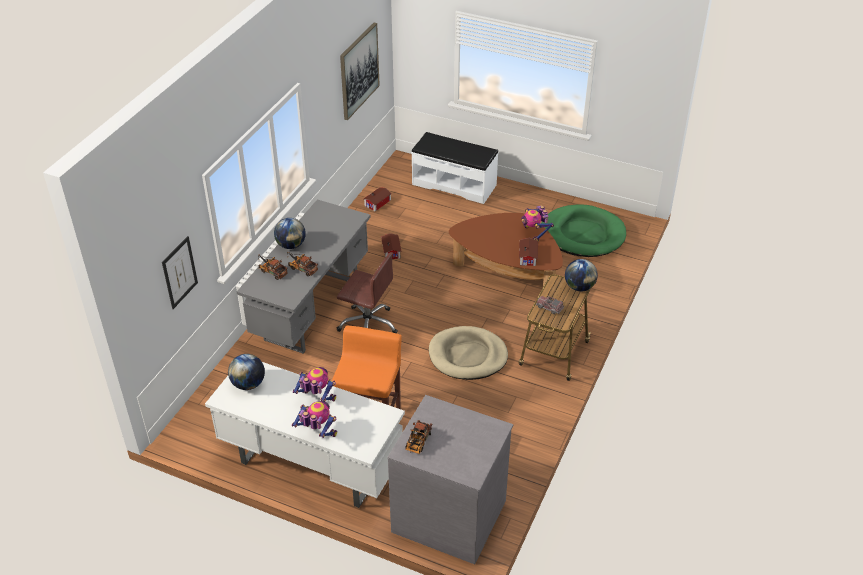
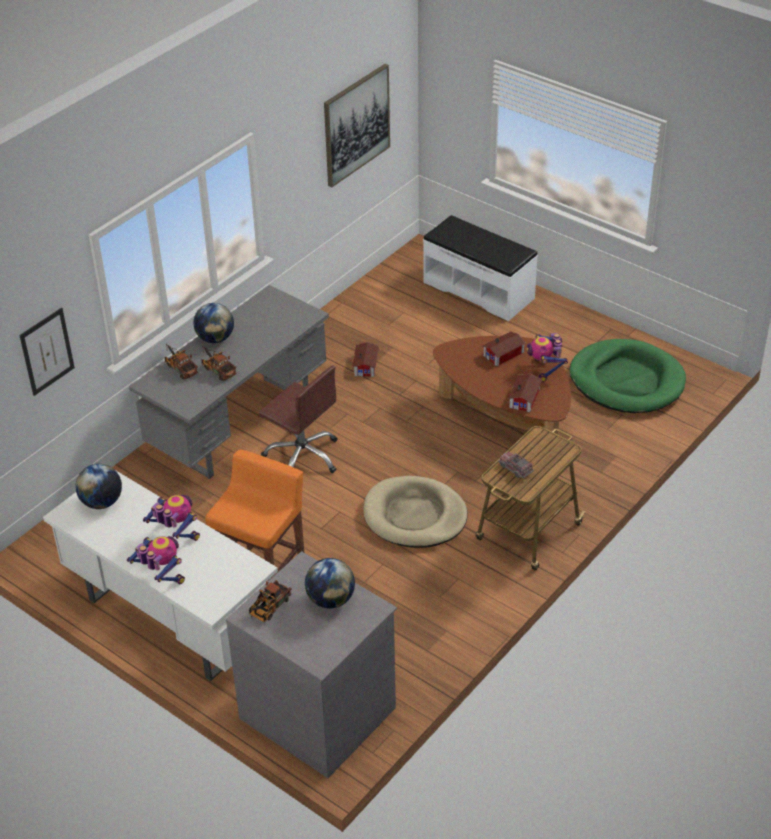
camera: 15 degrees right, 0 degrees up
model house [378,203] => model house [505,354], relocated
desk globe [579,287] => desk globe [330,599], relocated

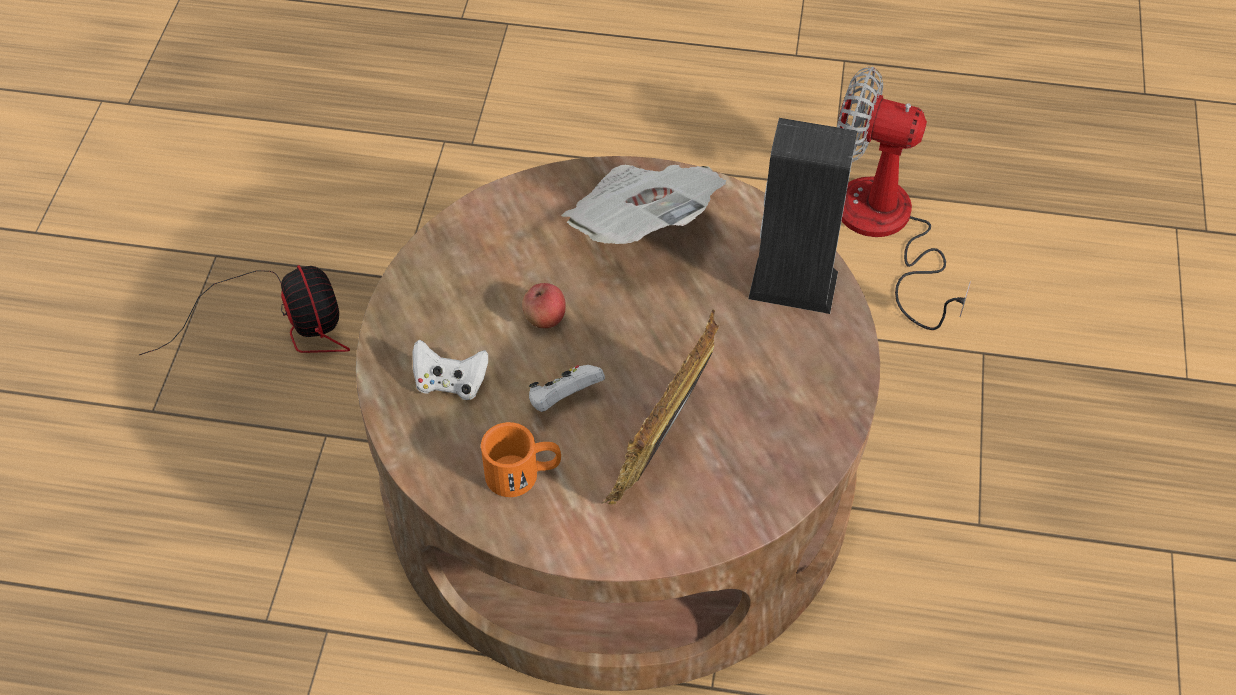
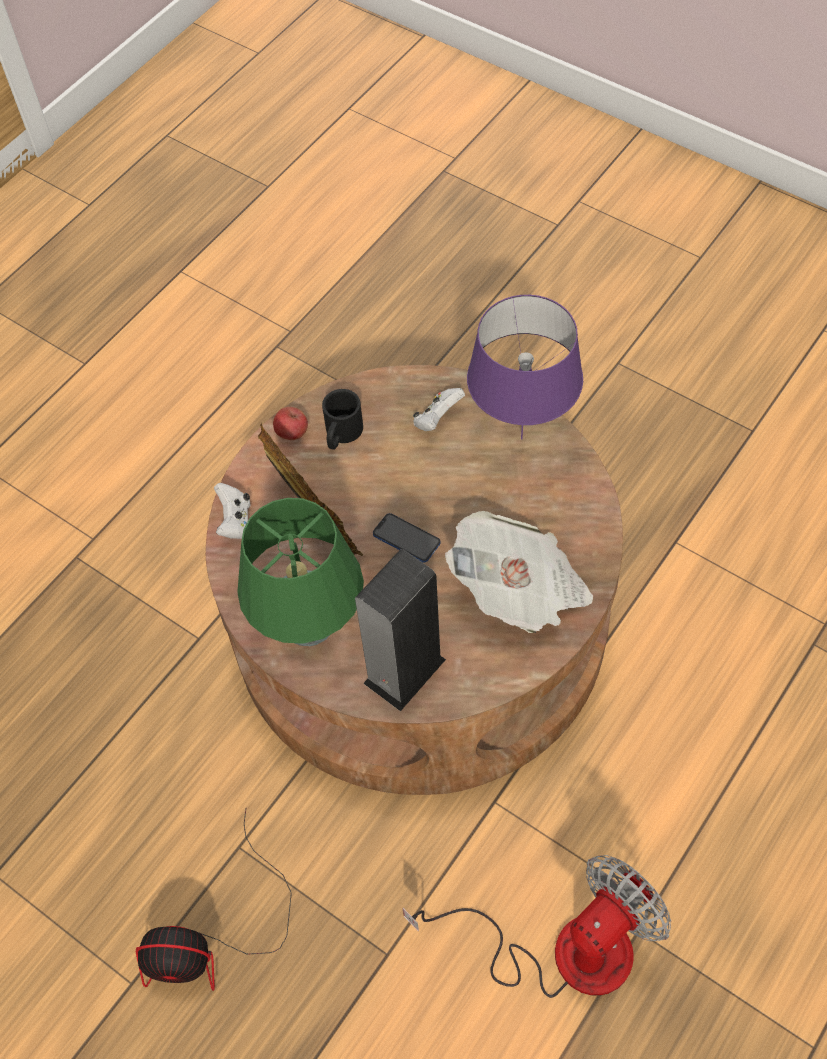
camera: 120 degrees right, 5 degrees up
cooling fan [283,323] => cooling fan [212,939], relocated
whole apple [545,318] => whole apple [292,433], relocated
white-coloured game controller [563,399] => white-coloured game controller [236,522], relocated
orange-coloured coffee mug [523,473] => black-coloured coffee mug [341,435]
nothing => purple-coloured table lamp [522,438]
nothing => greenish table lamp [311,630]
nothing => phone [406,539]

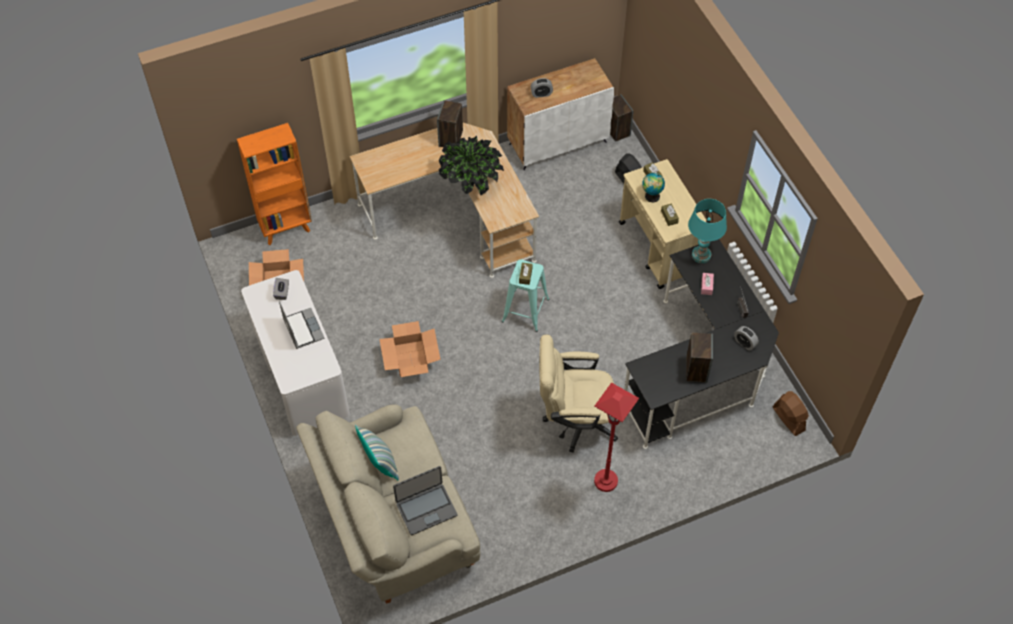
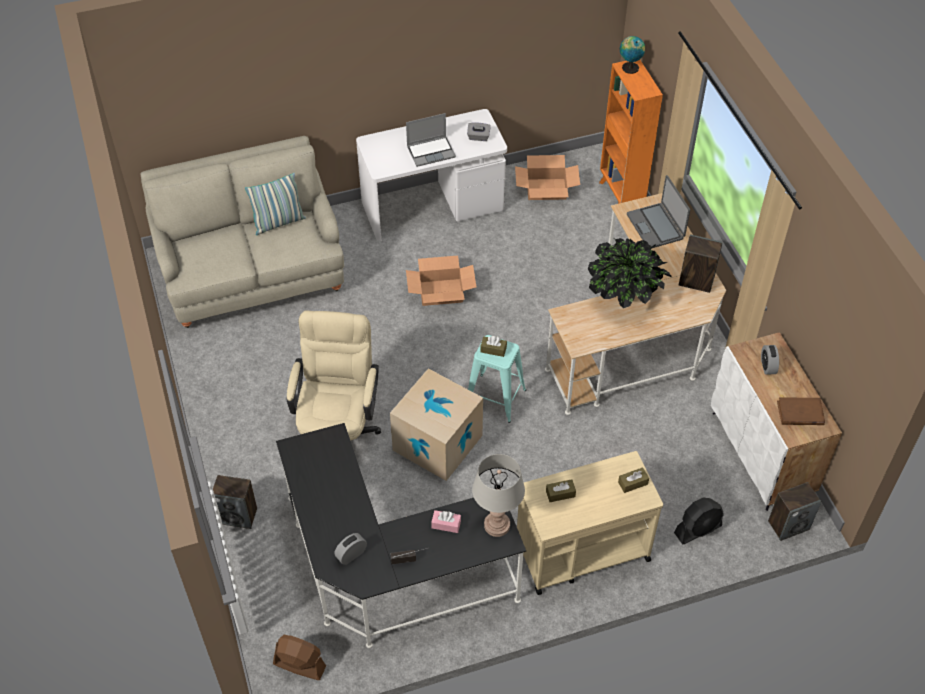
camera: 95 degrees right, 5 degrees down
desk globe [651,197] => desk globe [629,67], relocated
turquoise-coloured table lamp [701,255] => gray table lamp [497,525]
speaker [696,369] => speaker [238,516], relocated
reddish standing lamp [606,481] => nothing
brown-coloured cooling fan [788,418] => brown-coloured cooling fan [299,665], 135 degrees counterclockwise
portable computer [426,509] => portable computer [656,226], relocated
nothing => carton [437,443]
nothing => brown-coloured bound book [800,413]

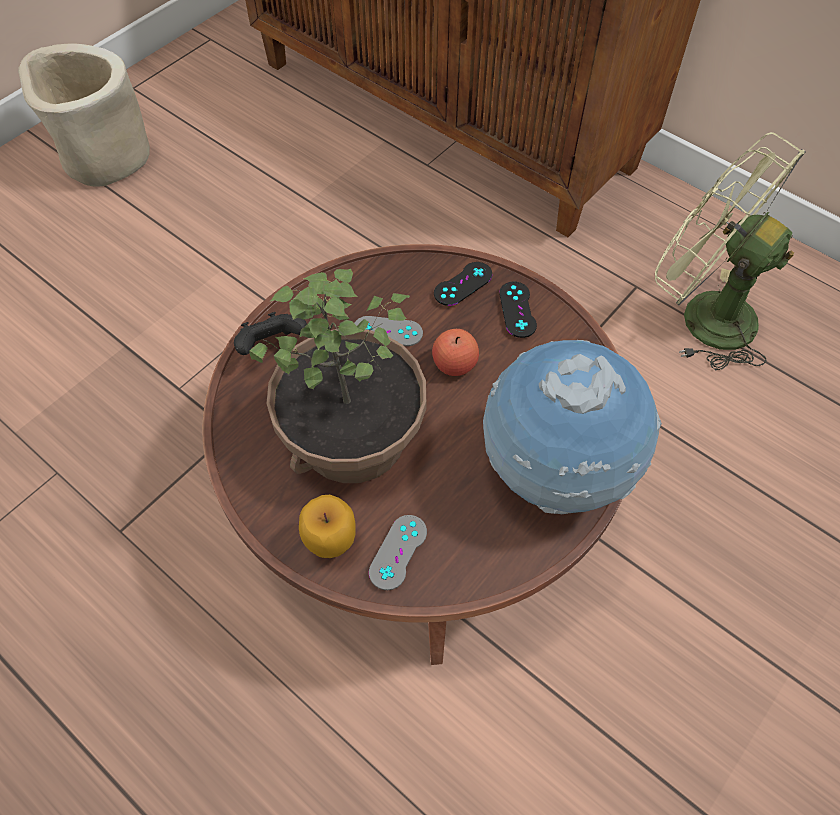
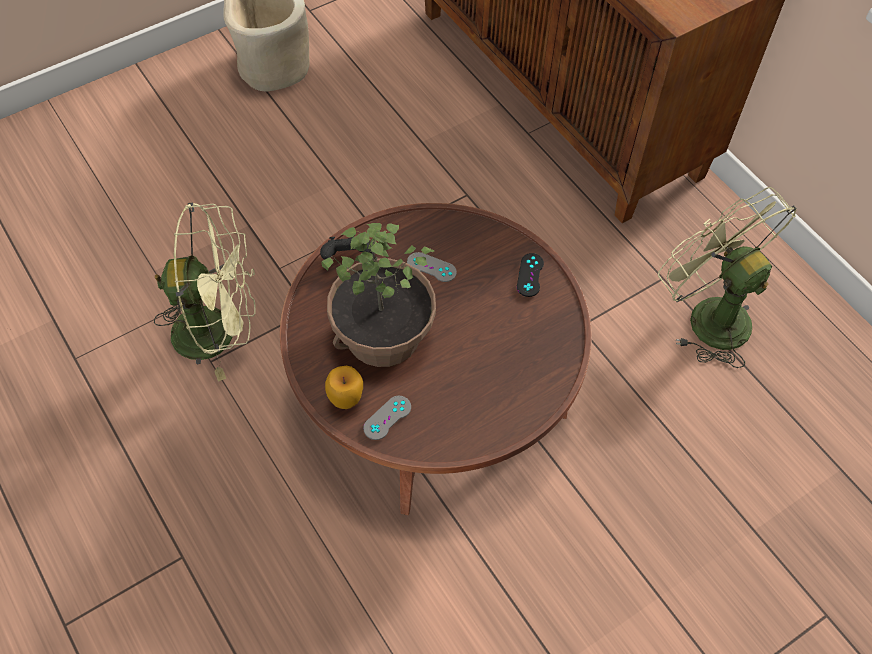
camera: 15 degrees right, 0 degrees up
black-coloured game controller [463,284] => nothing
whole apple [454,364] => nothing
desk globe [555,470] => nothing
nothing => greenish cooling fan [218,331]

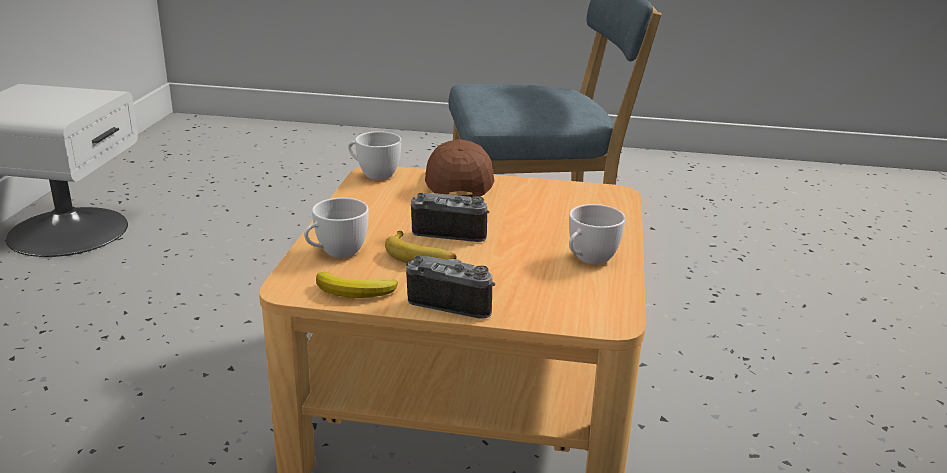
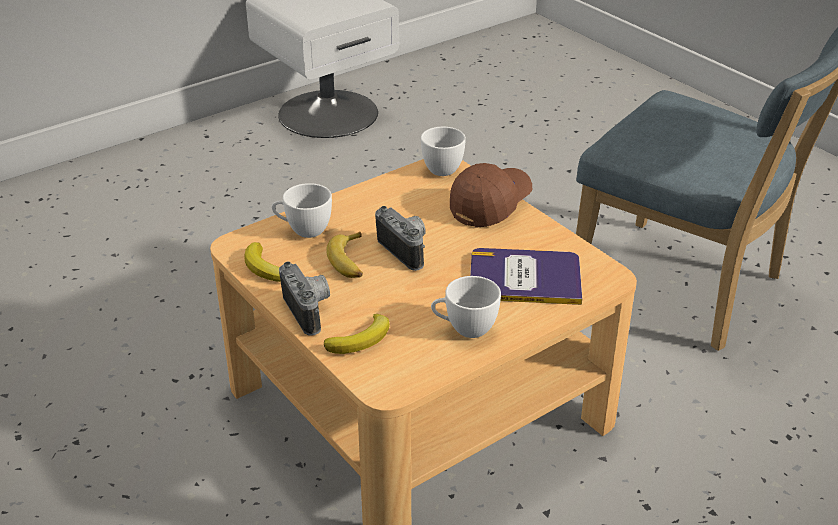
camera: 45 degrees right, 10 degrees up
nothing => bound book [525,278]
nothing => whole banana [361,339]

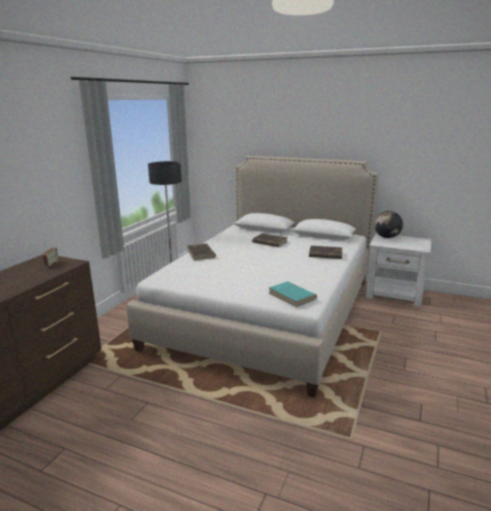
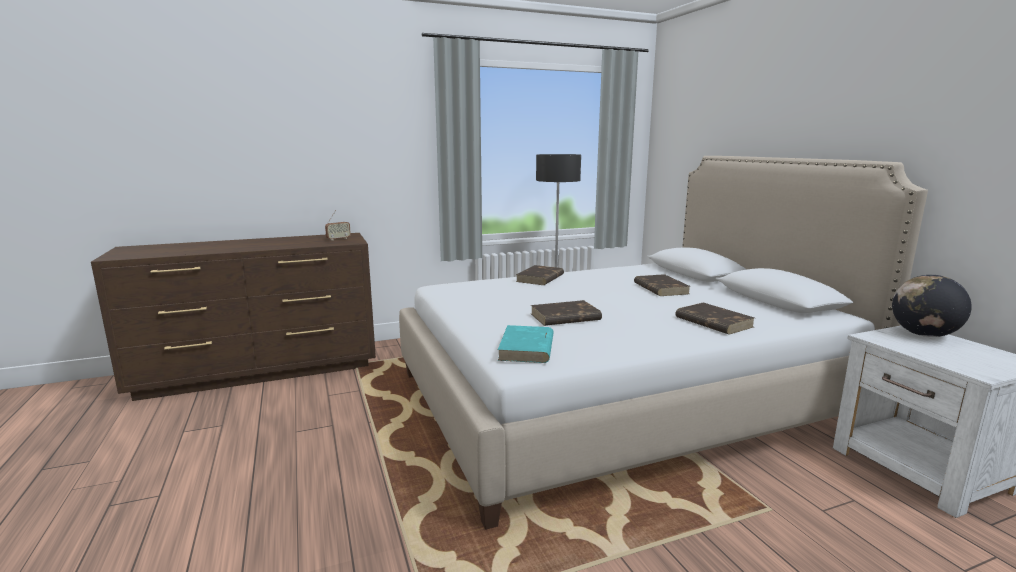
camera: 45 degrees right, 5 degrees down
nothing => brown-coloured bound book [564,317]

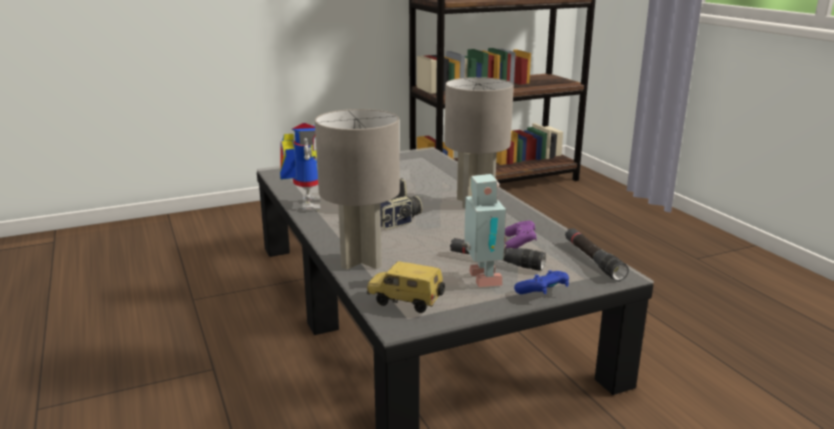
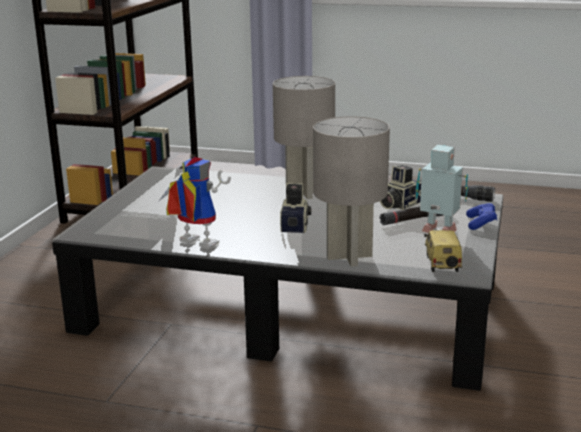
camera: 50 degrees left, 0 degrees up
purple-coloured game controller [519,243] => still camera [399,205]
miniature car [404,303] => miniature car [440,264], 120 degrees clockwise

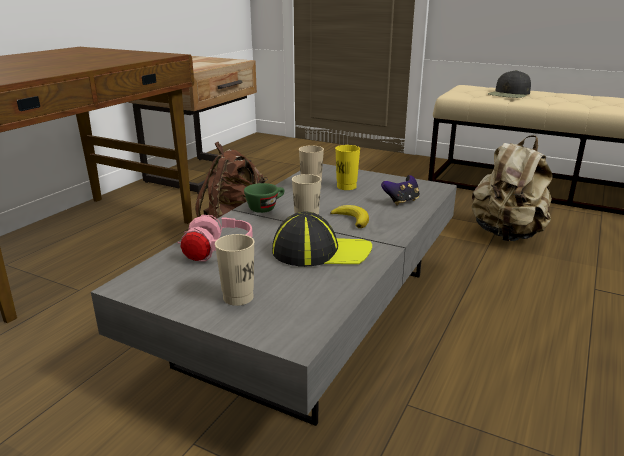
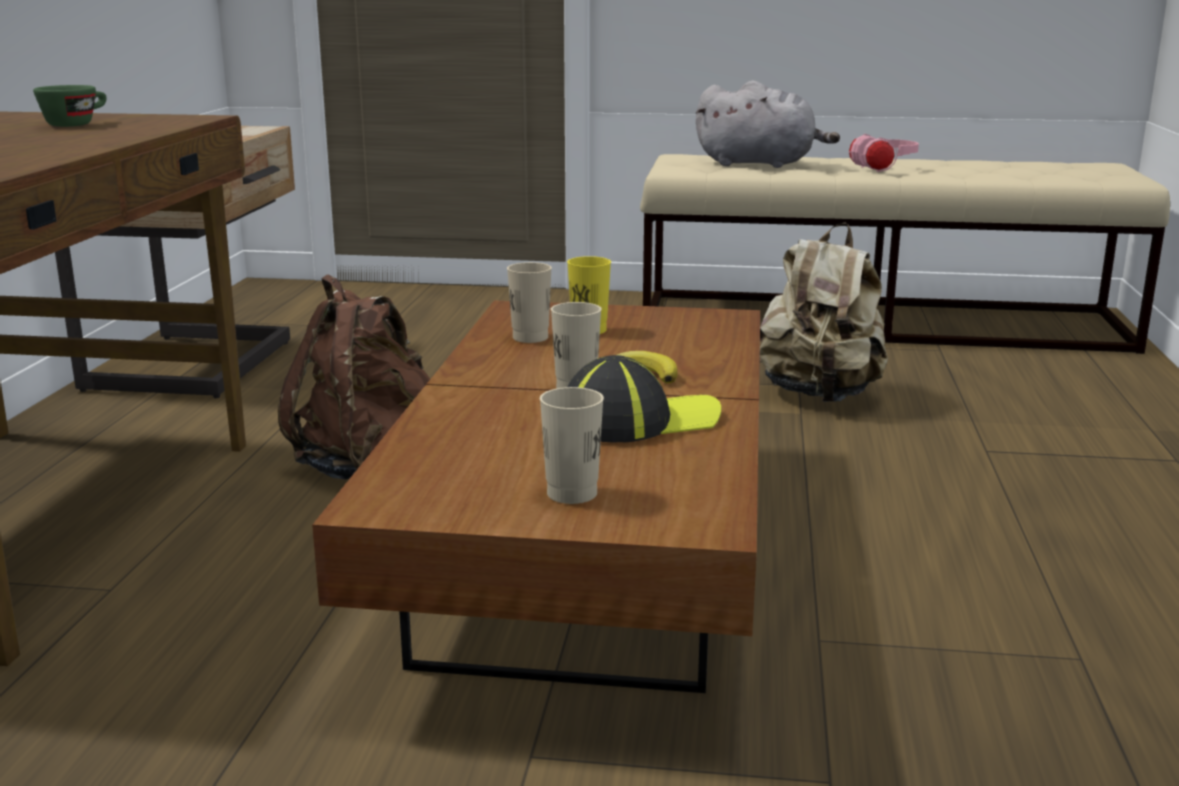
camera: 20 degrees left, 5 degrees down
black-coloured peaked cap [509,94] => gray soft toy [760,164]
gray lounge table [311,315] => brown-coloured lounge table [587,554]
game controller [401,201] => nothing
greenish cup [266,208] => greenish cup [76,124], relocated
pinkish headphones [217,253] => pinkish headphones [882,168], relocated

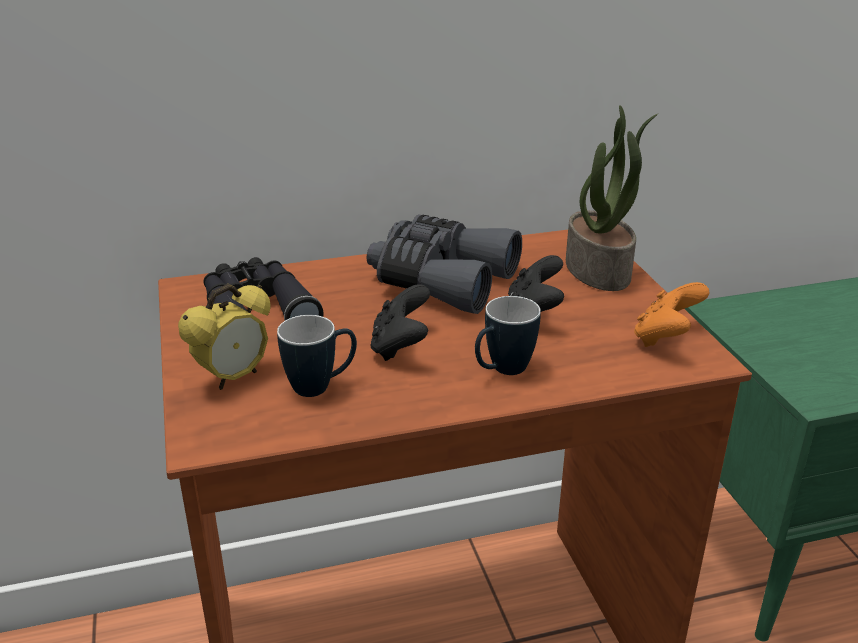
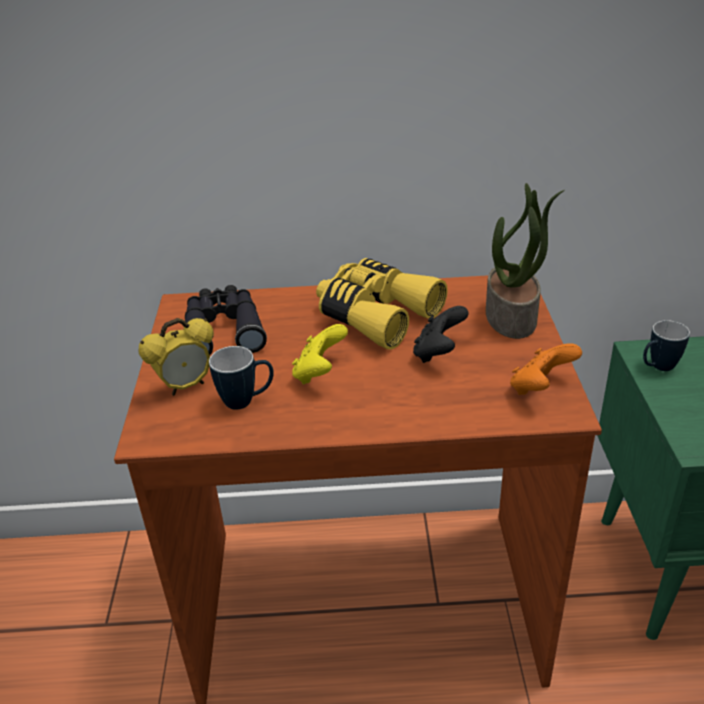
camera: 15 degrees right, 5 degrees up
gray field glasses [440,280] => yellowish field glasses [375,314]
black-coloured game controller [400,347] => yellowish game controller [319,373]
coffee mug [502,371] => coffee mug [657,368], relocated

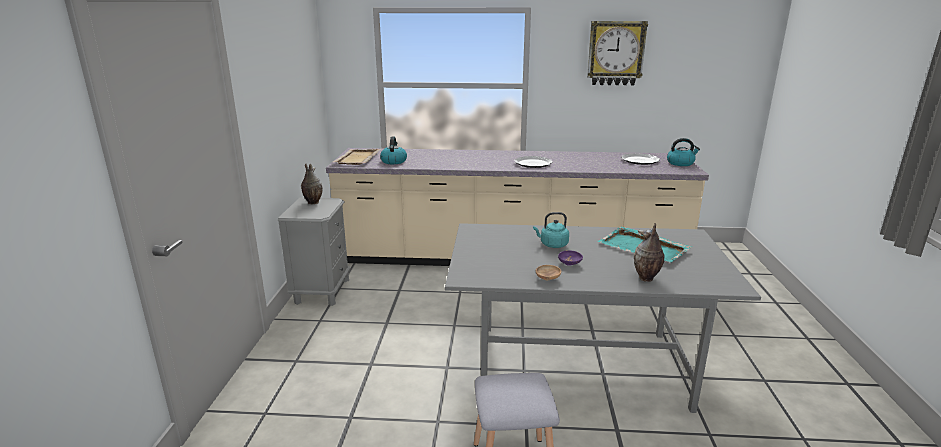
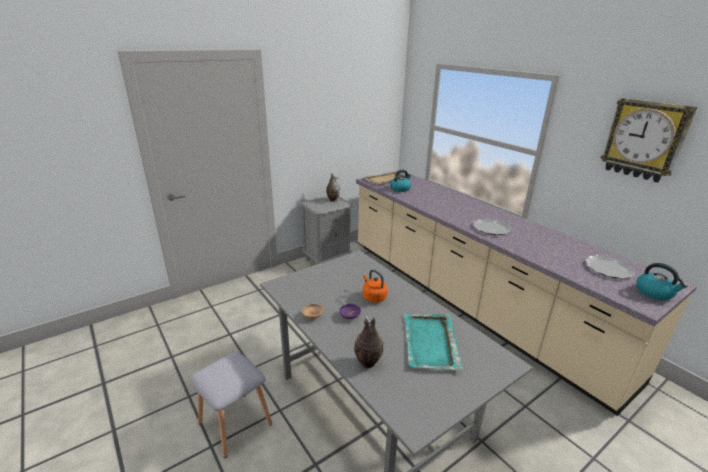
camera: 50 degrees right, 5 degrees up
turquoise-coloured tea kettle [552,245] => orange-coloured tea kettle [373,297]

